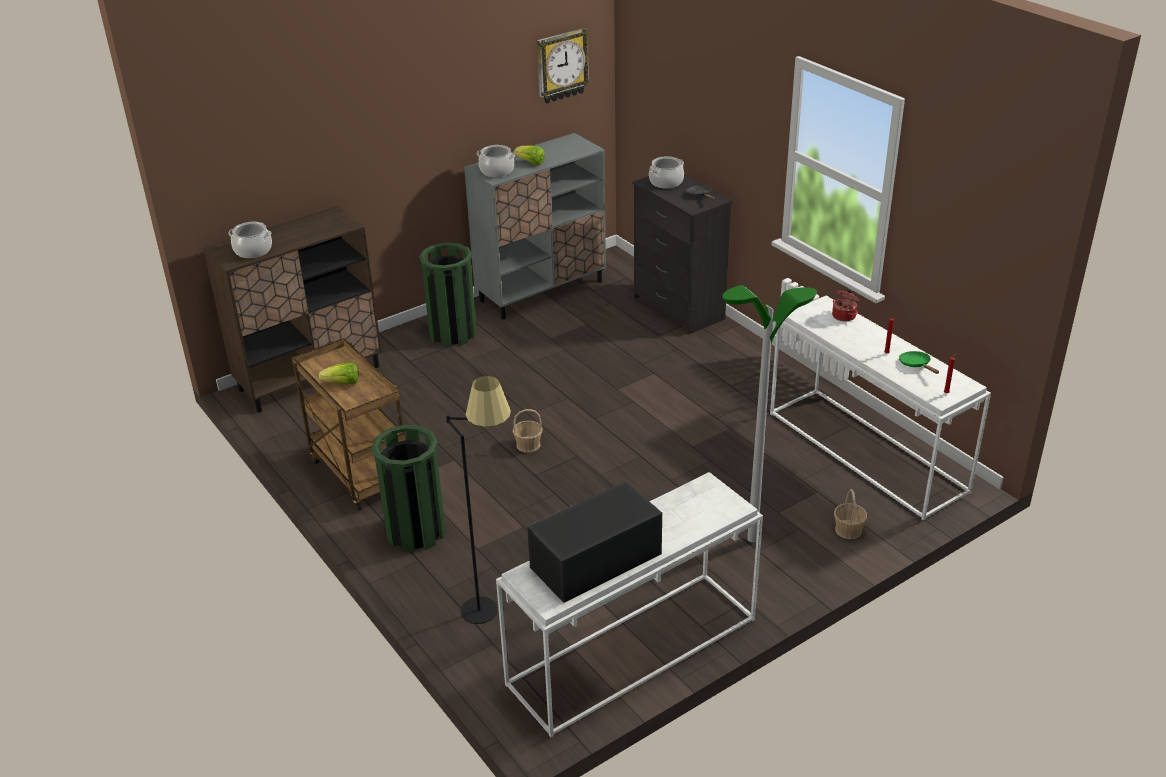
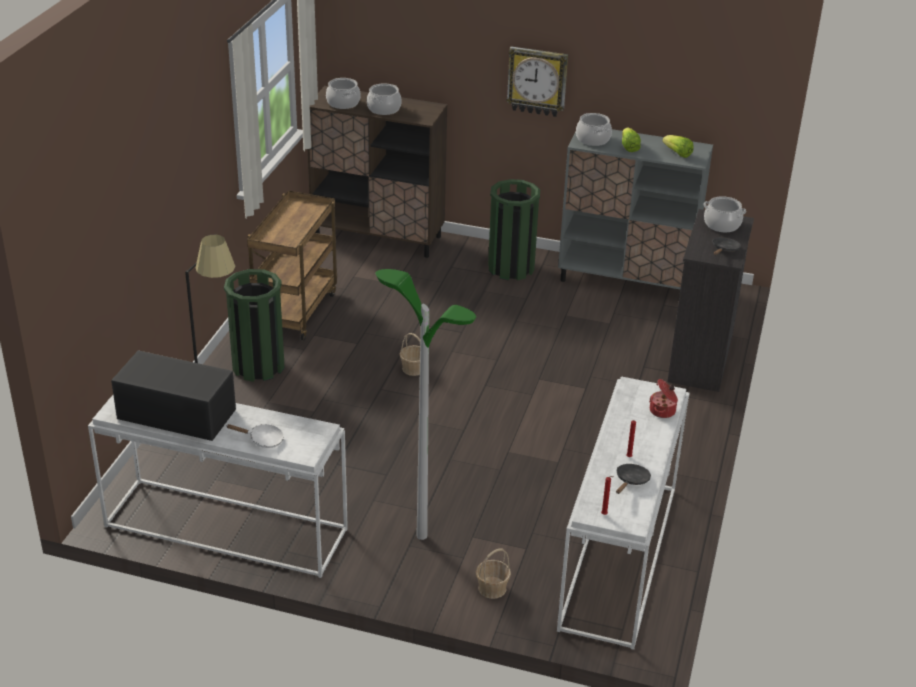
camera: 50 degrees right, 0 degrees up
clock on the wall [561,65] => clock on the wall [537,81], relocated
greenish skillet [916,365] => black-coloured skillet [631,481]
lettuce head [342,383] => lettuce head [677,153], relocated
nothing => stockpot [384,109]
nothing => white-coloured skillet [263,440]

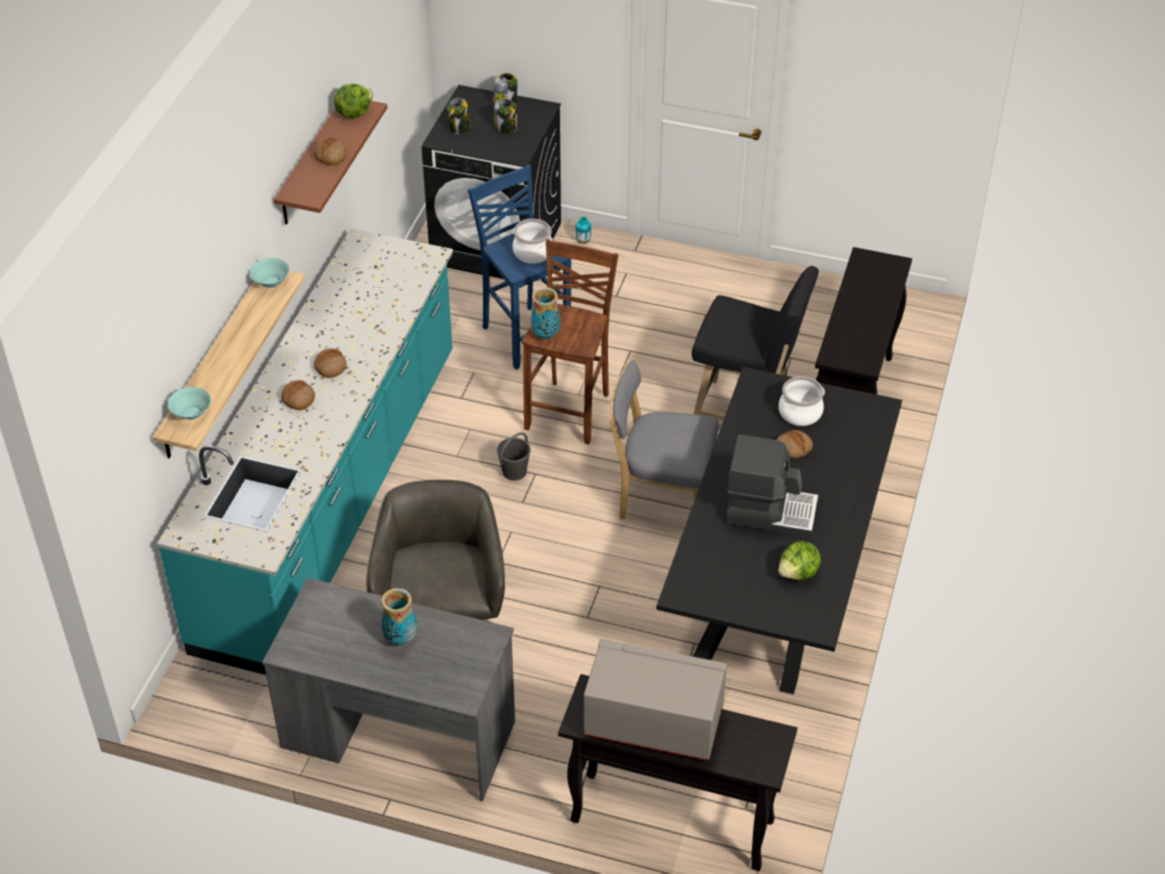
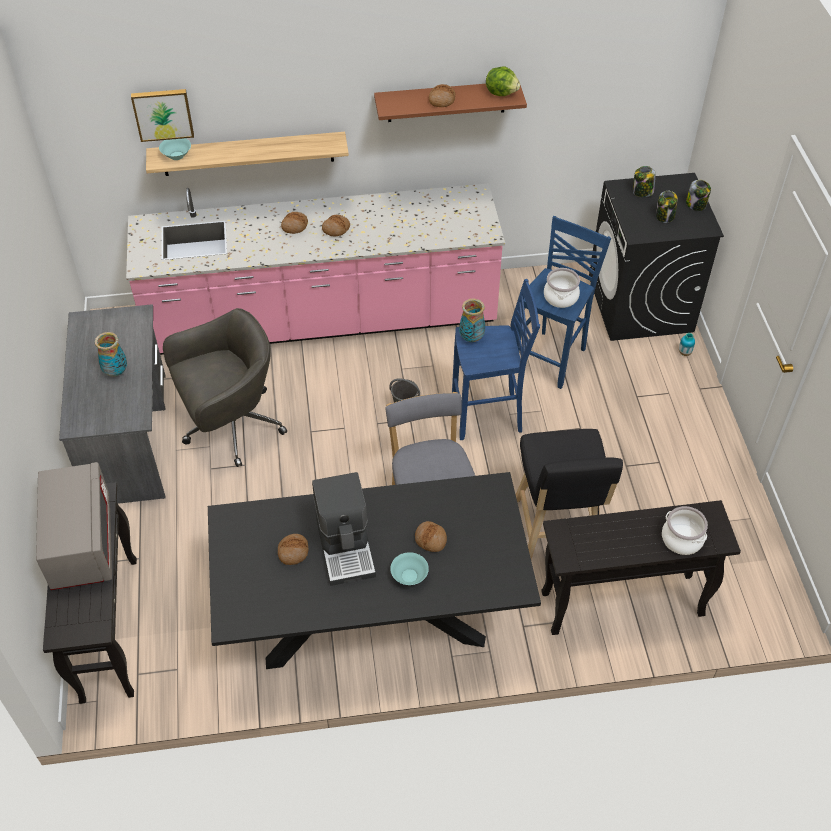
camera: 65 degrees right, 5 degrees up
turquoise-coloured counter [332,498] => pinkish counter [322,320]
brown-coloured stool seat [570,411] => blue-coloured stool seat [489,416]
turquoise-coloured serving bowl [271,282] => turquoise-coloured serving bowl [409,576], relocated
stockpot [800,412] => stockpot [682,539], relocated
lettuce head [798,573] => nothing
nothing => picture [163,113]
nothing => bread [293,551]

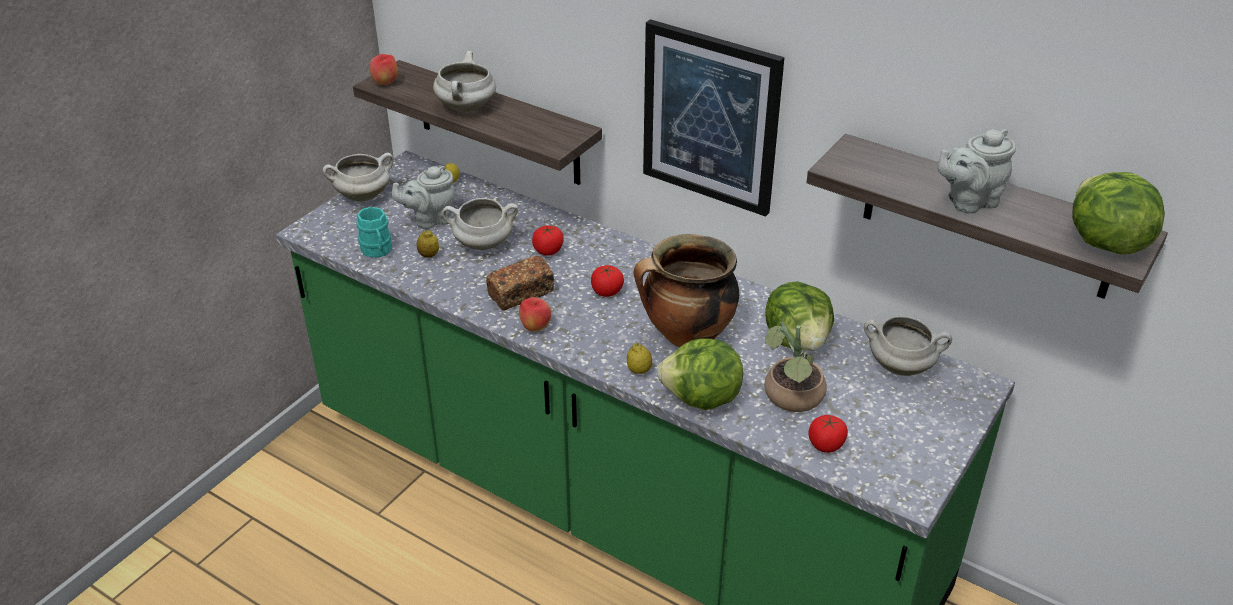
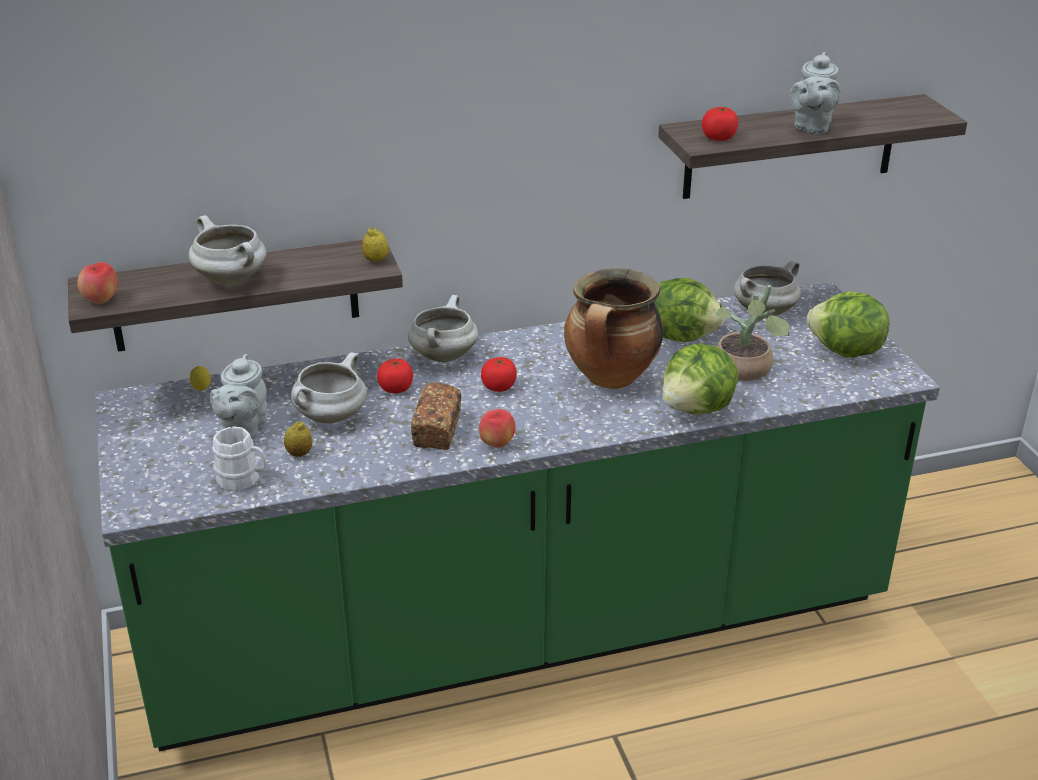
camera: 50 degrees left, 5 degrees down
picture [710,117] => nothing
white-coloured stockpot [363,196] => white-coloured stockpot [443,355], relocated
lettuce head [1104,243] => lettuce head [845,352], relocated
turquoise-coloured coffee mug [377,251] => white-coloured coffee mug [243,480]
lemon [639,370] => lemon [376,260], relocated
fresh tomato [826,445] => fresh tomato [719,138], relocated

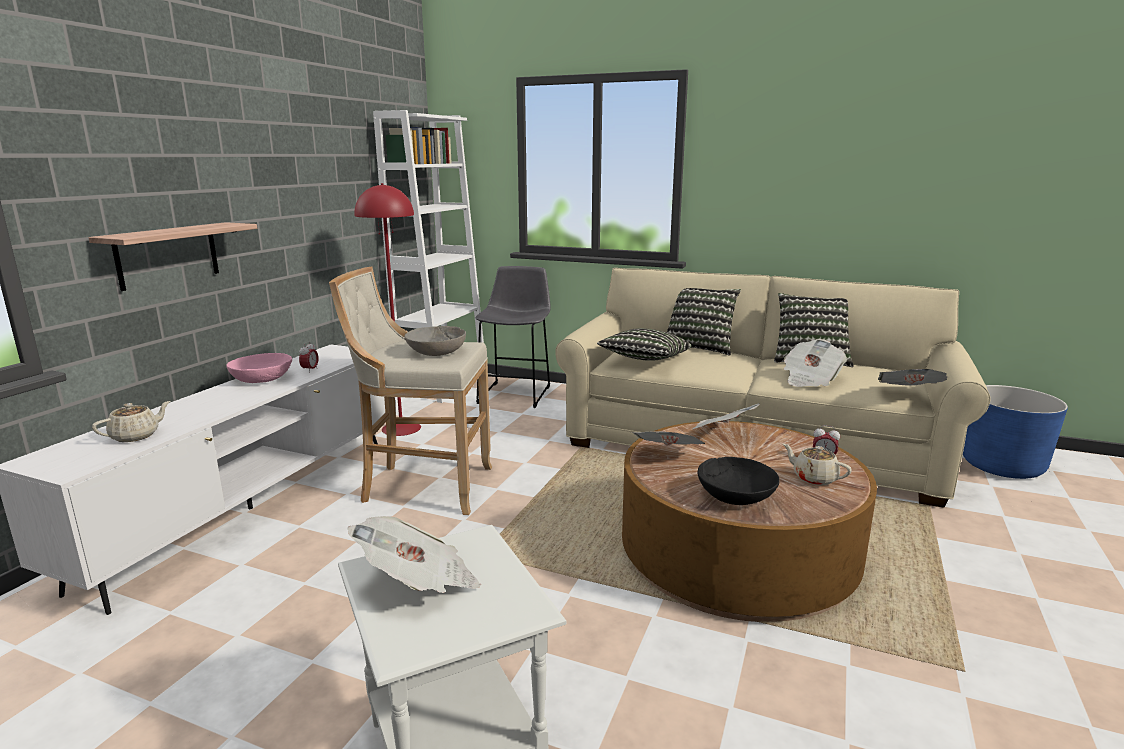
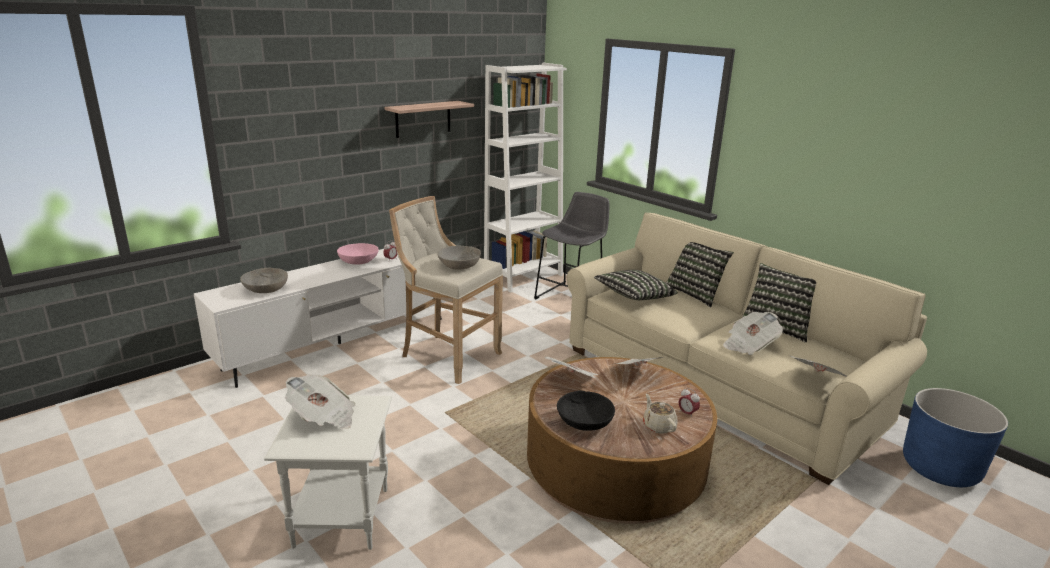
camera: 25 degrees right, 5 degrees up
reddish standing lamp [401,428] => nothing
bracket shelf [168,255] => bracket shelf [423,119], relocated
beige pot for tea [136,436] => gray serving bowl [265,289]

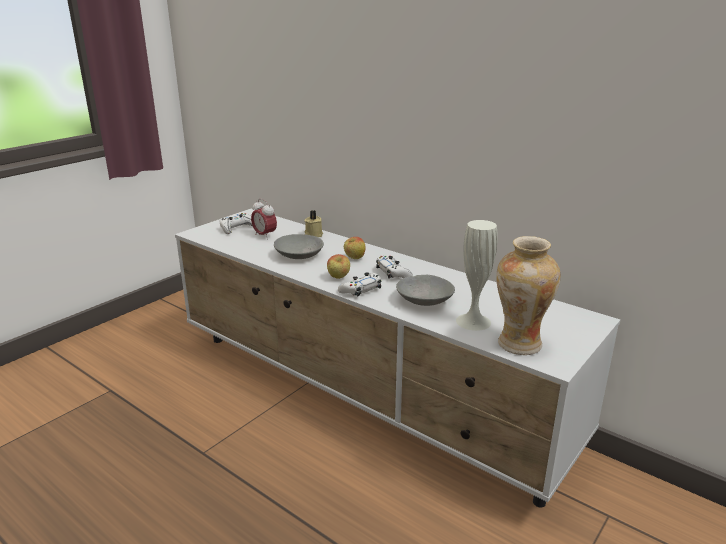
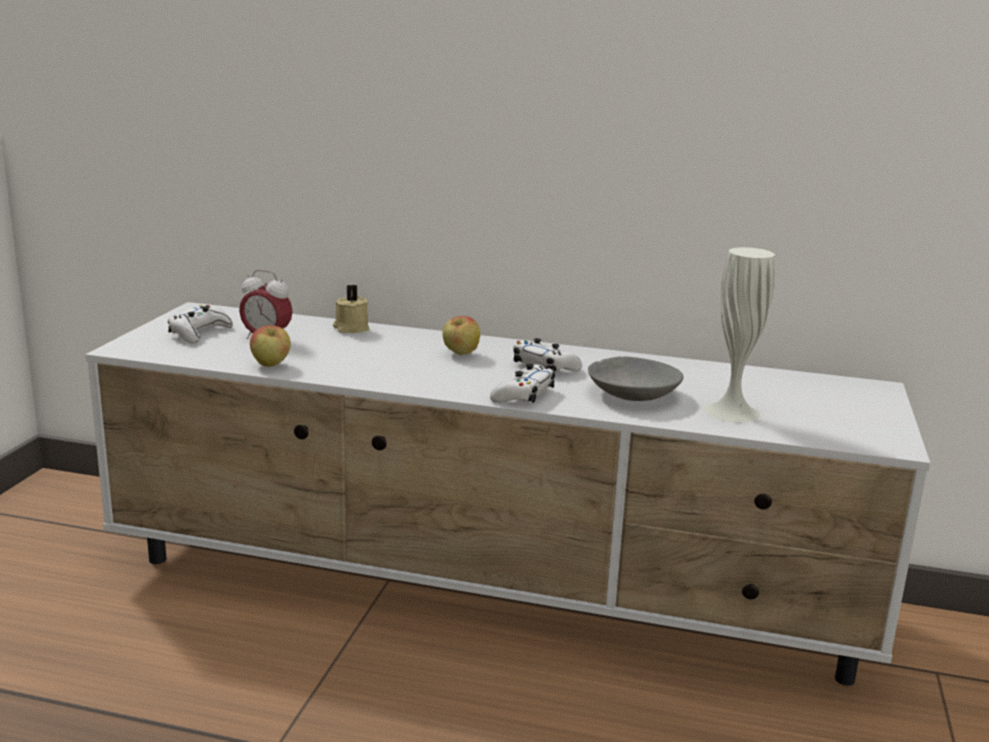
camera: 25 degrees left, 5 degrees down
gray serving bowl [300,255] => nothing
vase [518,344] => nothing
whole apple [338,278] => whole apple [271,366], relocated

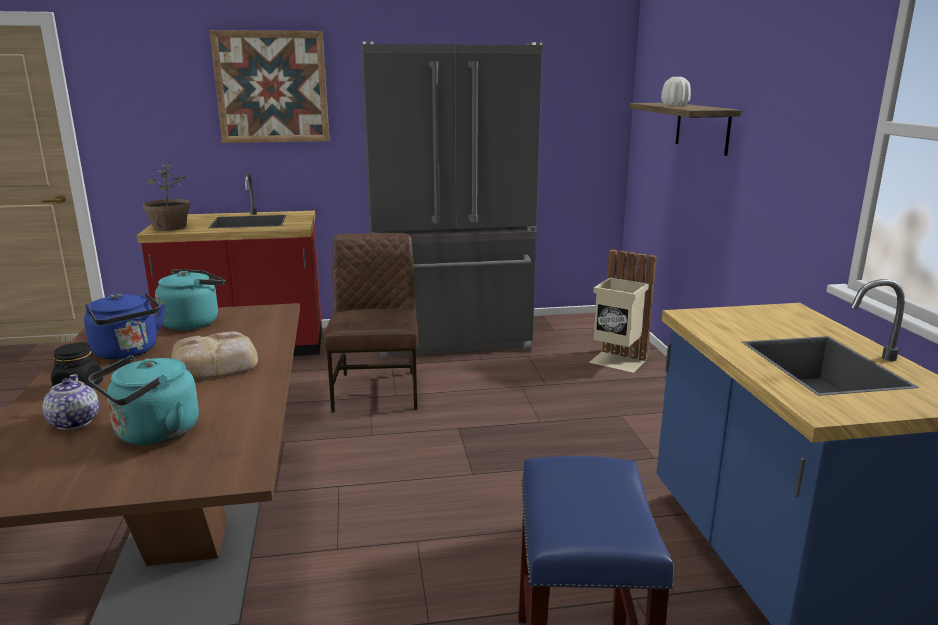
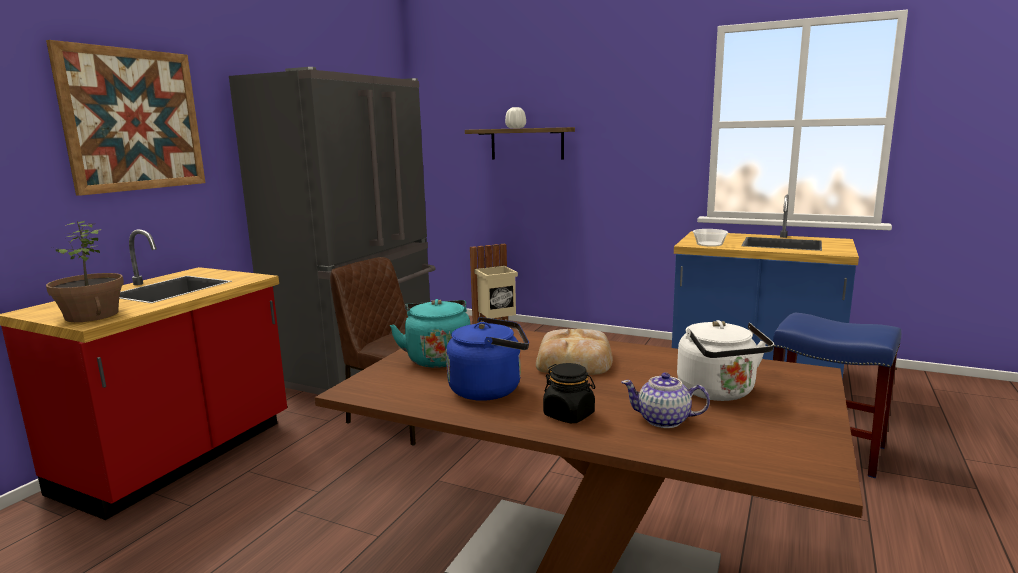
camera: 55 degrees left, 5 degrees down
turquoise-coloured tea kettle [153,434] => white-coloured tea kettle [719,392]
nothing => serving bowl [709,244]

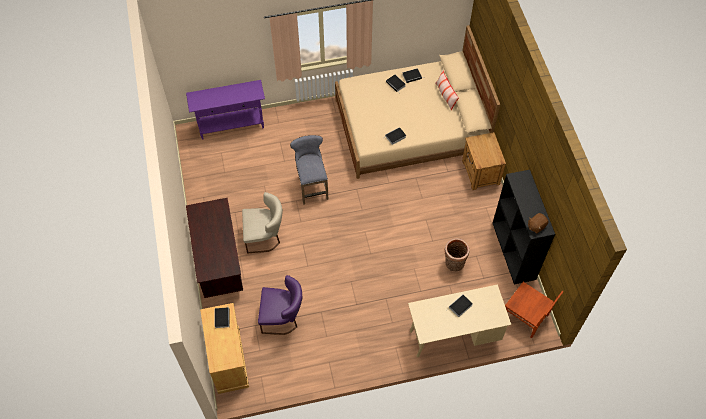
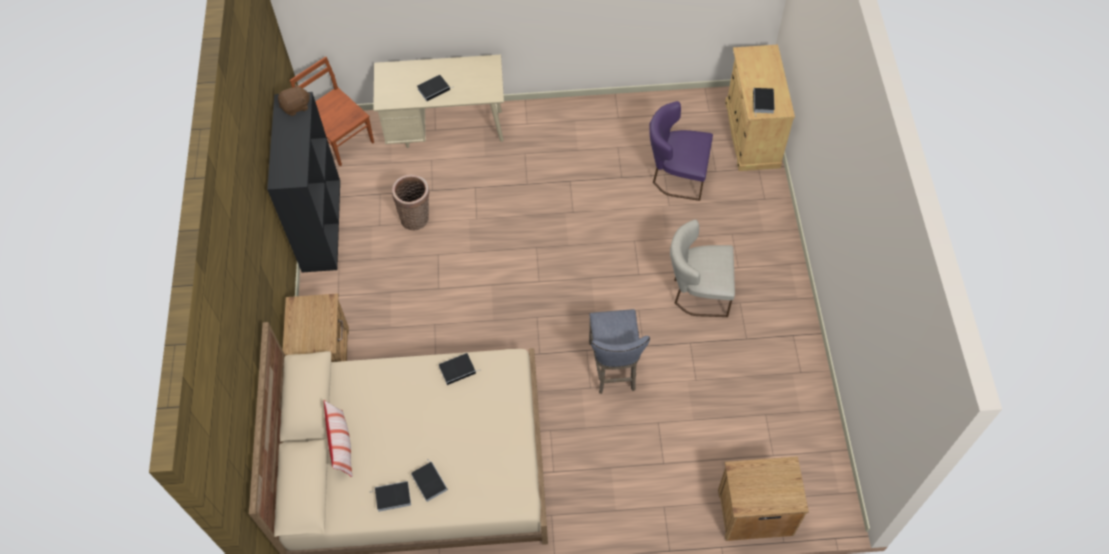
camera: 170 degrees left, 0 degrees up
purple-coloured hall table [231,126] => brown-coloured nightstand [754,511]
brown-coloured desk table [219,263] => nothing

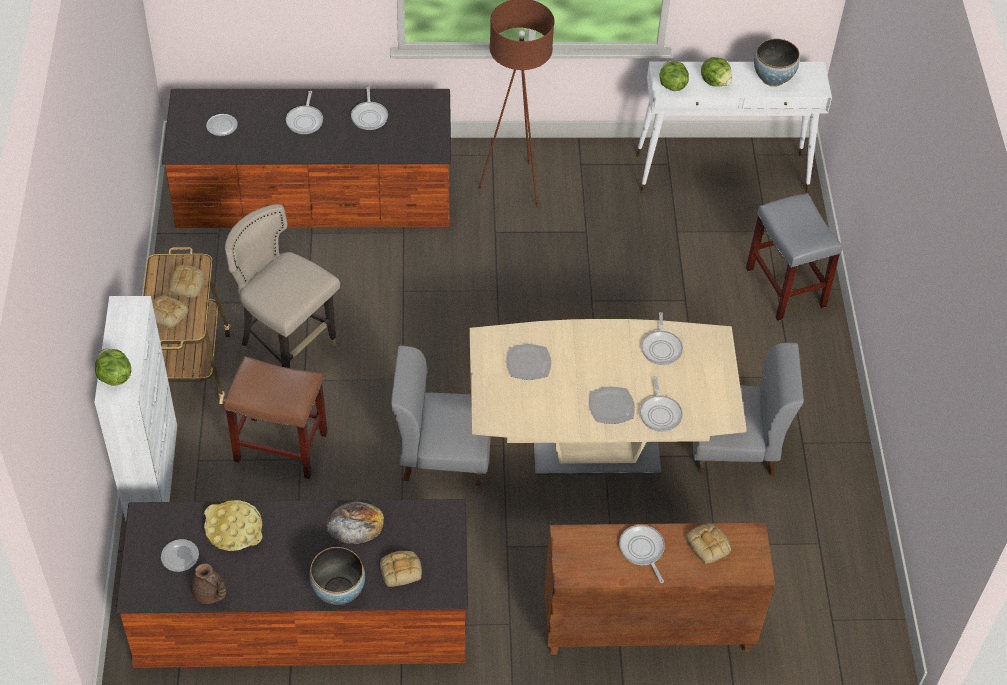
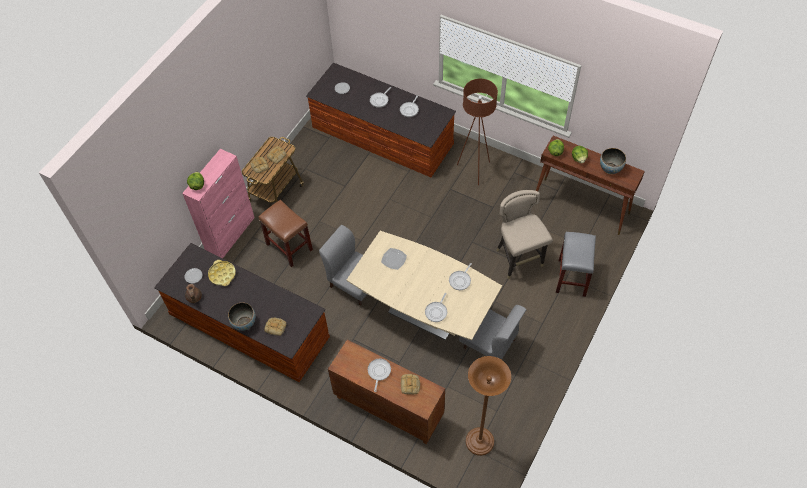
camera: 35 degrees right, 5 degrees up
white-coloured hall table [722,173] => brown-coloured hall table [581,206]
beige stool seat [288,351] => beige stool seat [518,260], relocated
white-coloured cabinet [153,474] => pinkish cabinet [231,234]
dinner plate [611,406] => nothing
bread [355,522] => nothing
nothing => brown-coloured standing lamp [479,442]

